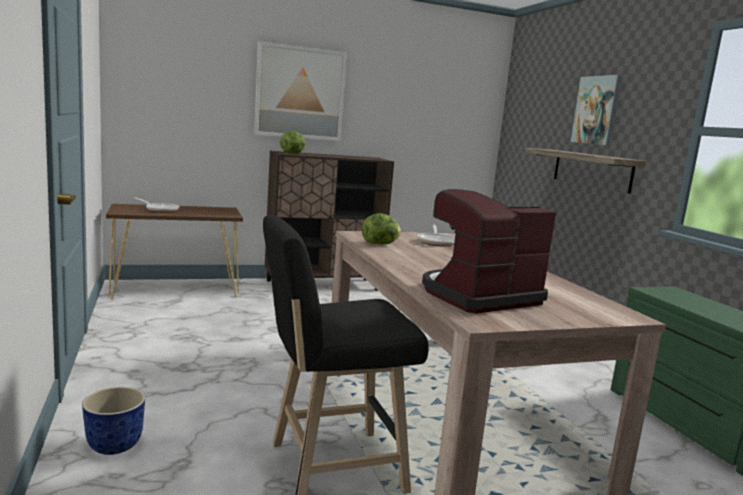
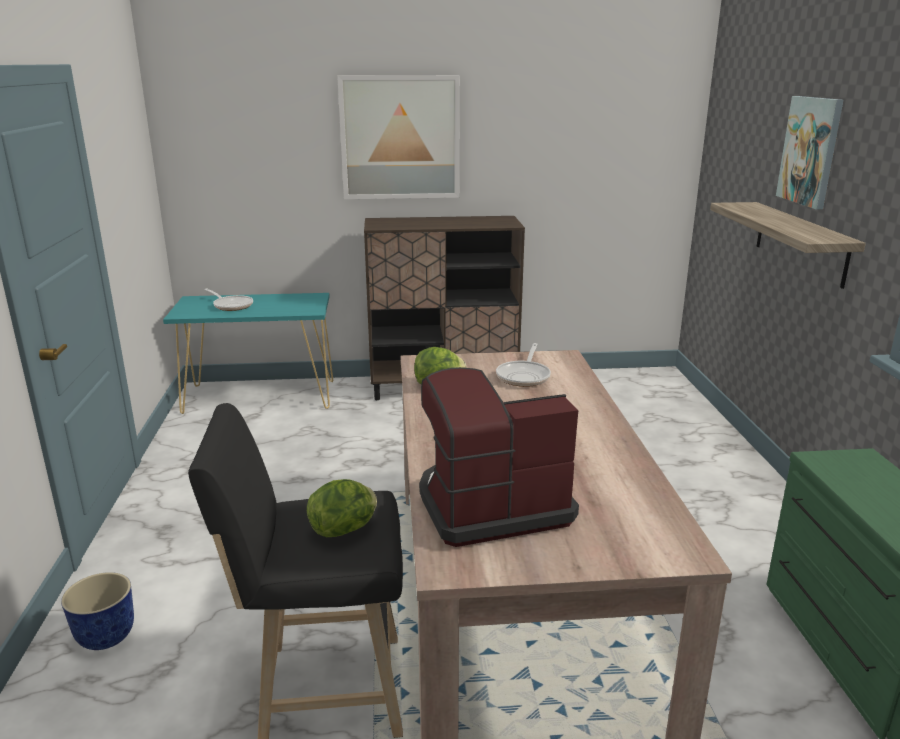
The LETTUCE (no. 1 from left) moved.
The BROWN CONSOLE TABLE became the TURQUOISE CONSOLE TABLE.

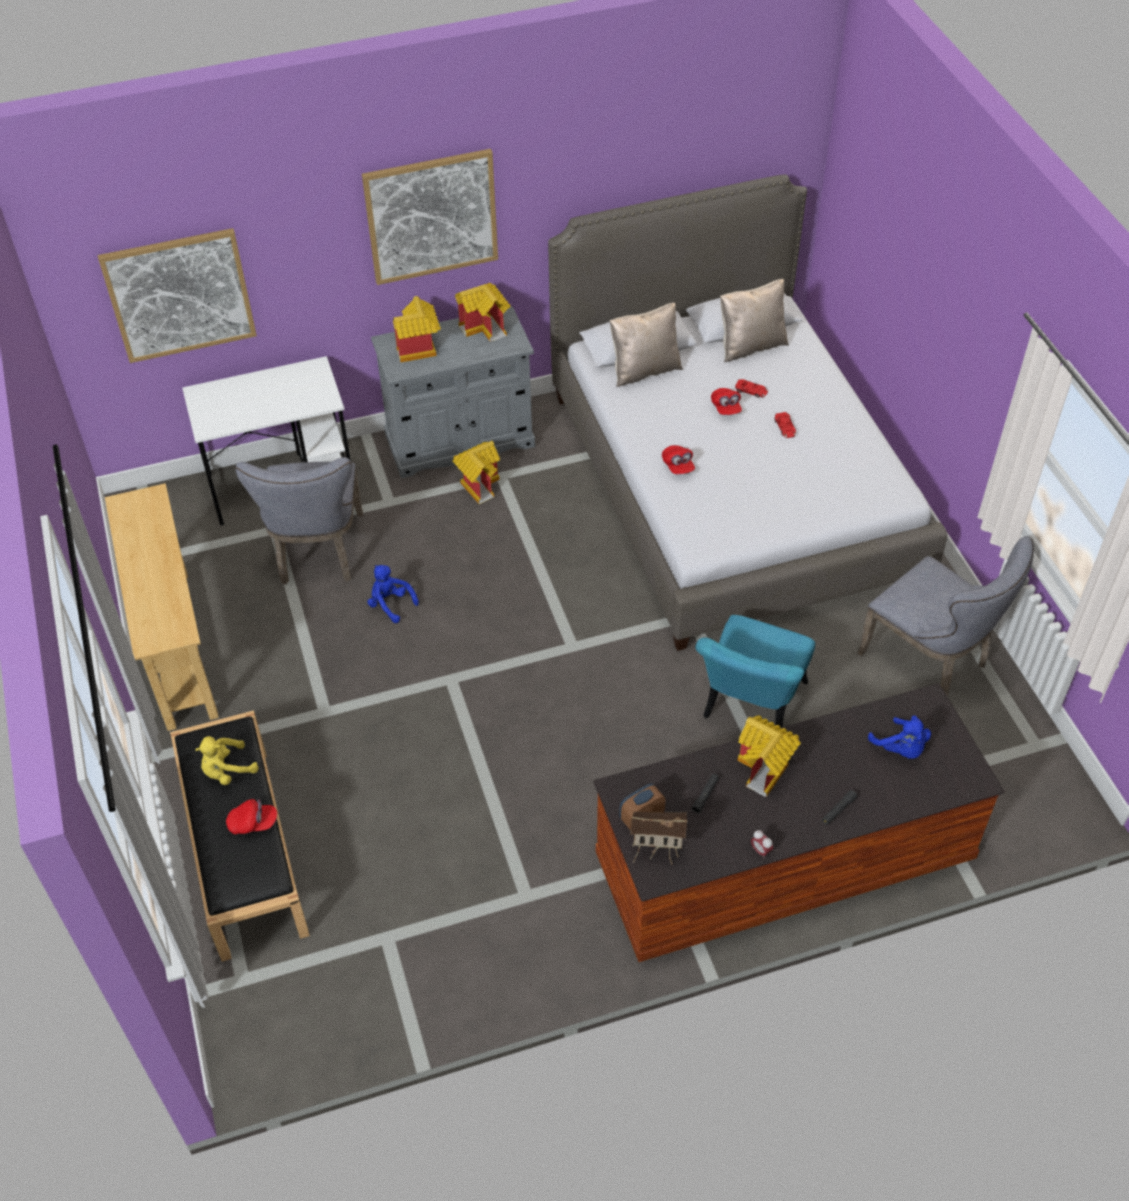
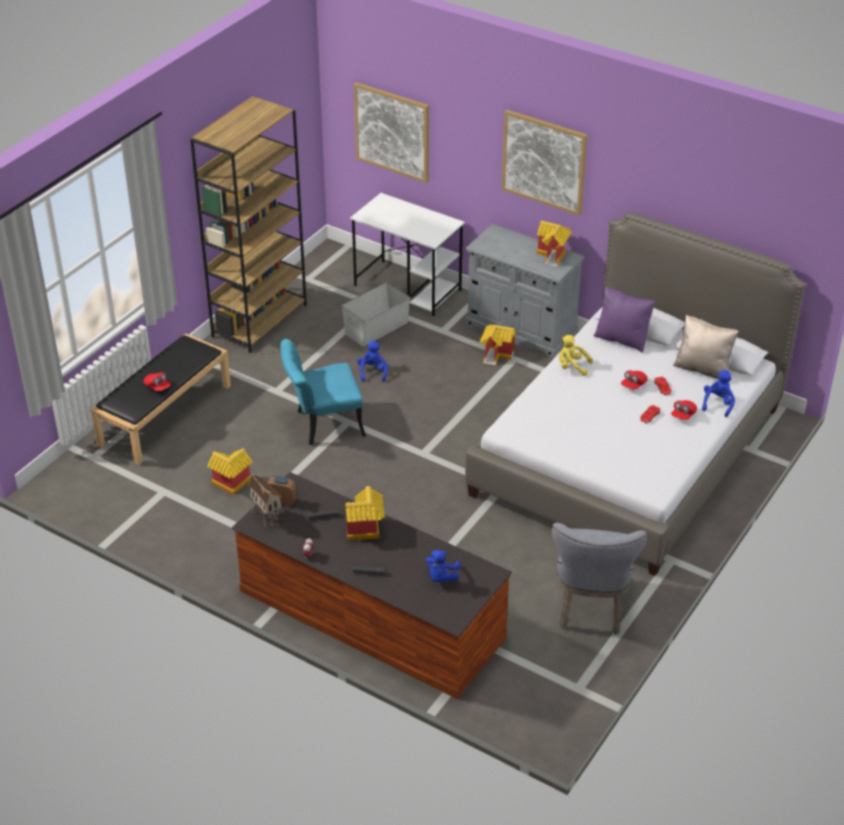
The BLUE PLUSH TOY (no. 3 from left) appeared.
The YELLOW PLUSH TOY moved.
The TOY HOUSE (no. 1 from left) moved.
The RED CAP (no. 2 from left in the first image) moved.
The TURQUOISE CHAIR moved.
The BEIGE CONSOLE TABLE was replaced by the BROWN BOOKCASE.
The GREY CHAIR (no. 1 from left) was replaced by the GREY STORAGE BOX.
The BEIGE PILLOW (no. 1 from left) became the PURPLE PILLOW.

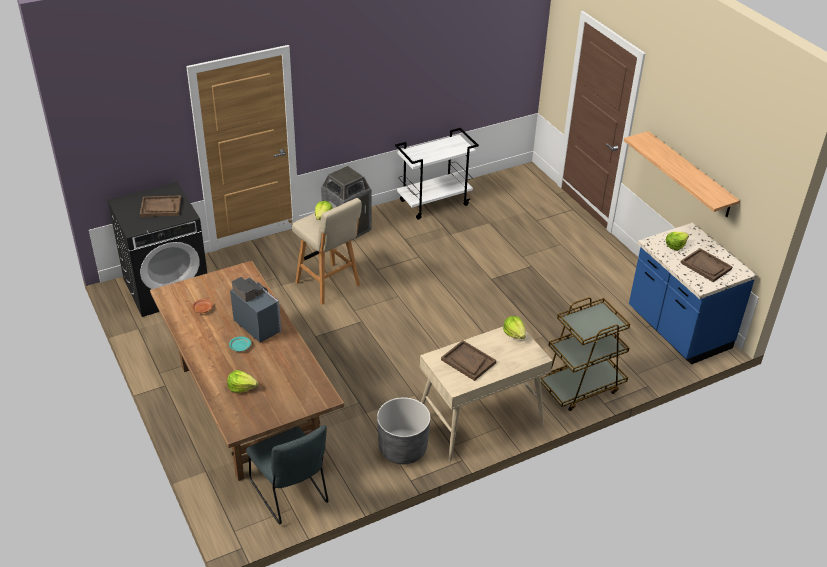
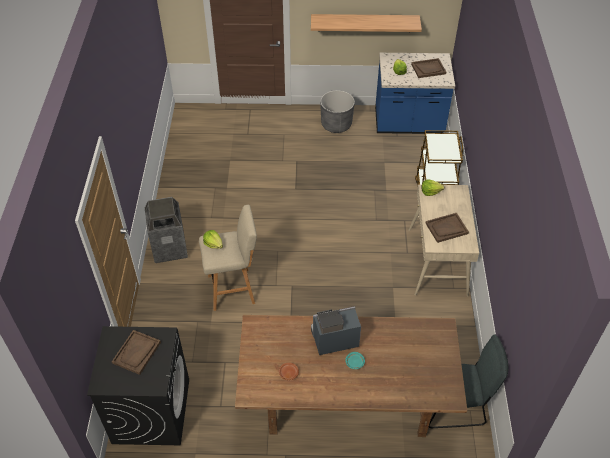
The LETTUCE (no. 1 from left) disappeared.
The WHITE CART disappeared.
The GREY PLANTER moved.

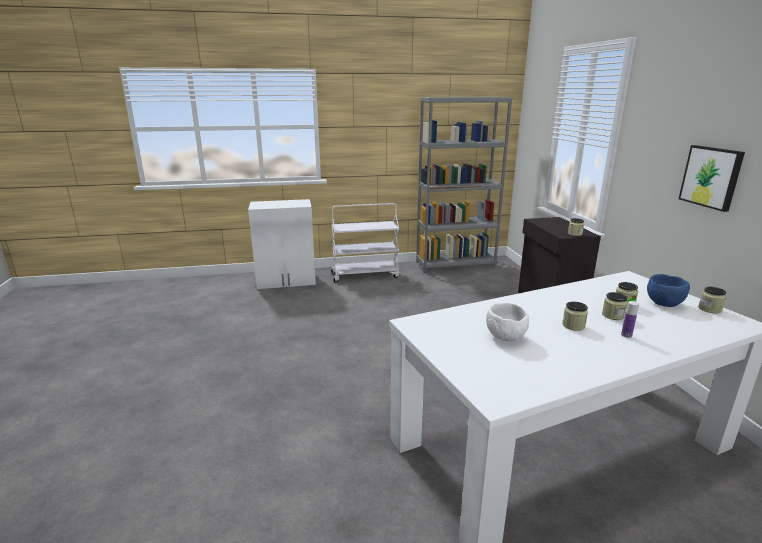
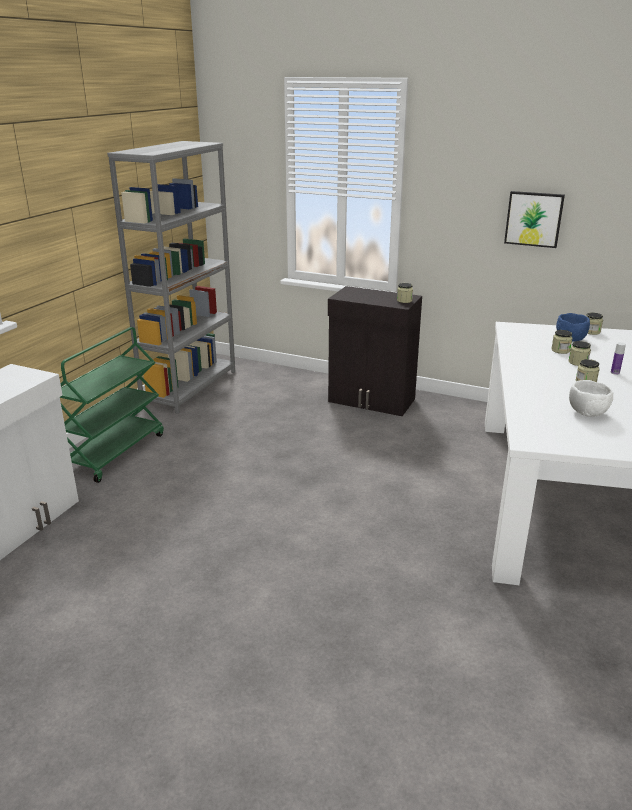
The WHITE CART became the GREEN CART.

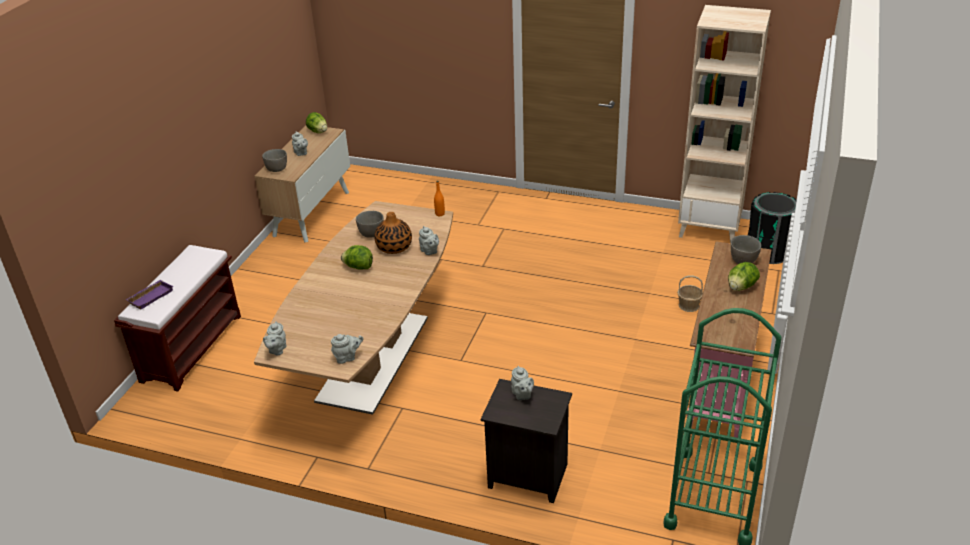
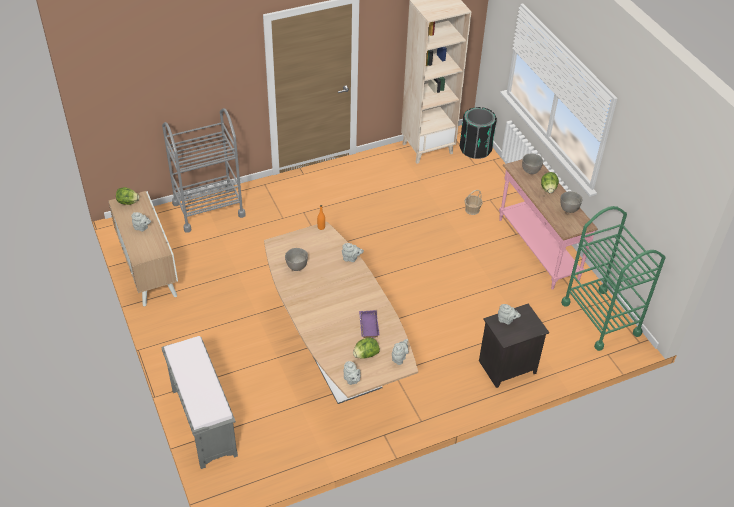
The VASE disappeared.
The GREY CART appeared.
The PURPLE TRAY moved.
The GREY BOWL (no. 1 from left in the first image) moved.
The LETTUCE (no. 2 from left) moved.
The BROWN BENCH became the GREY BENCH.

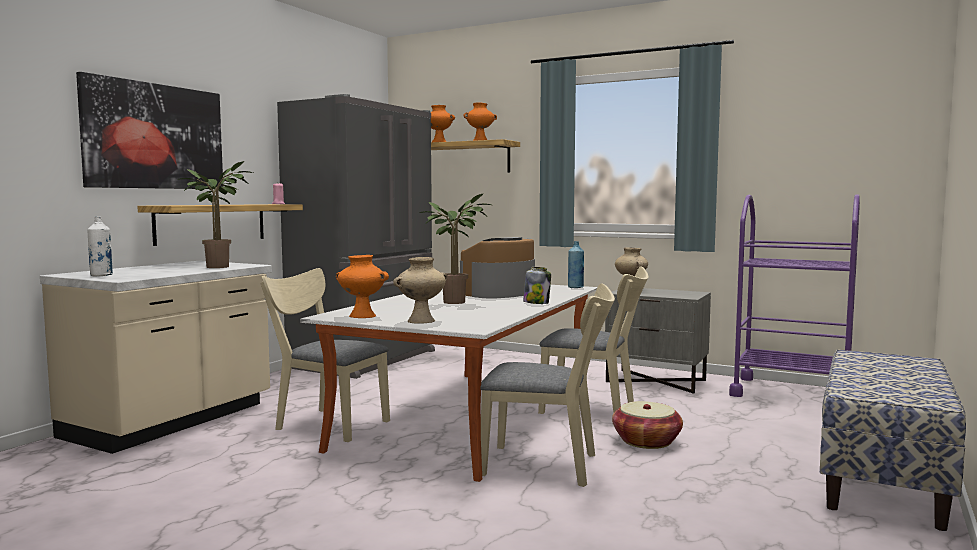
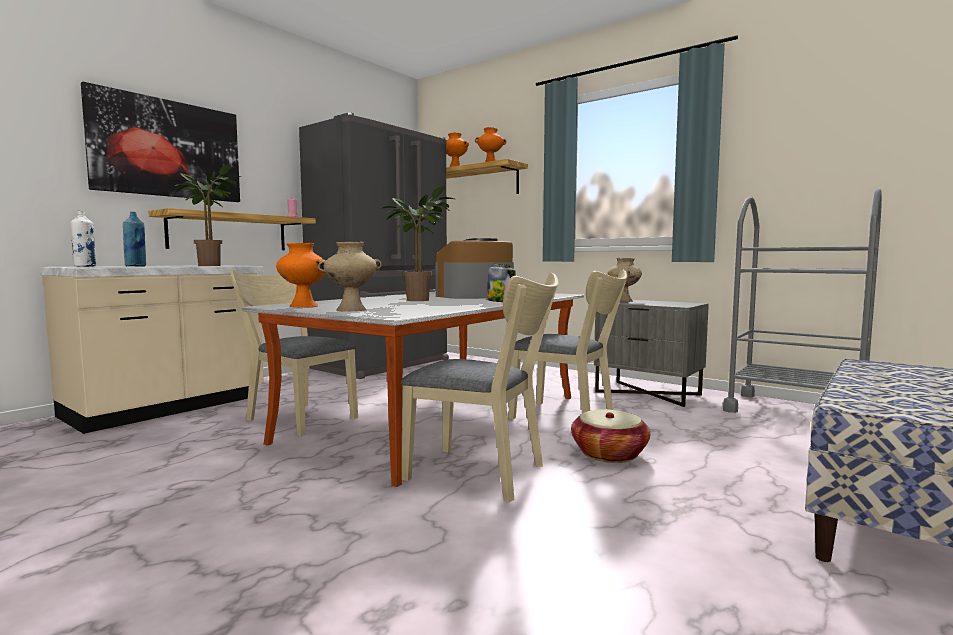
The BLUE BOTTLE moved.
The PURPLE CART became the GREY CART.

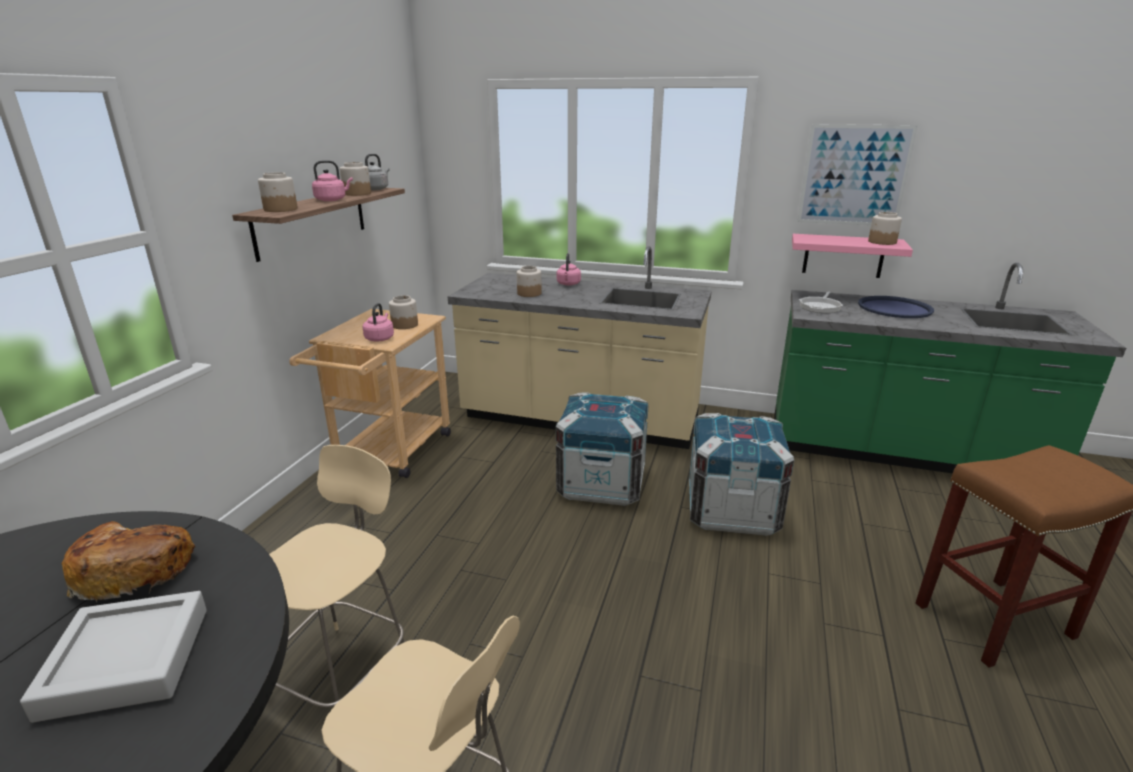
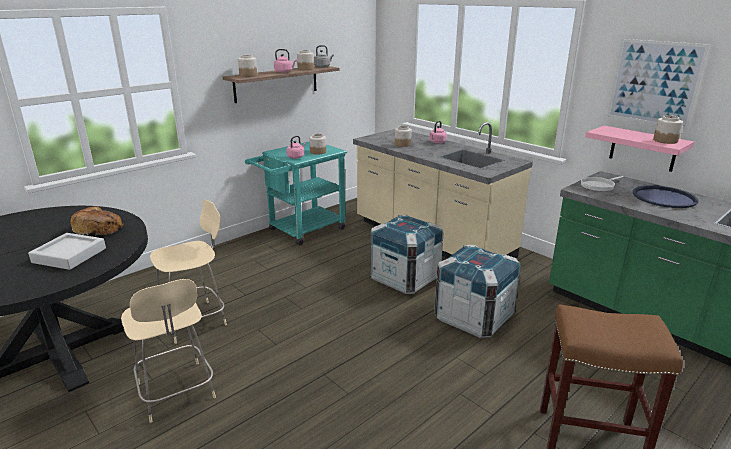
The BEIGE CART became the TURQUOISE CART.

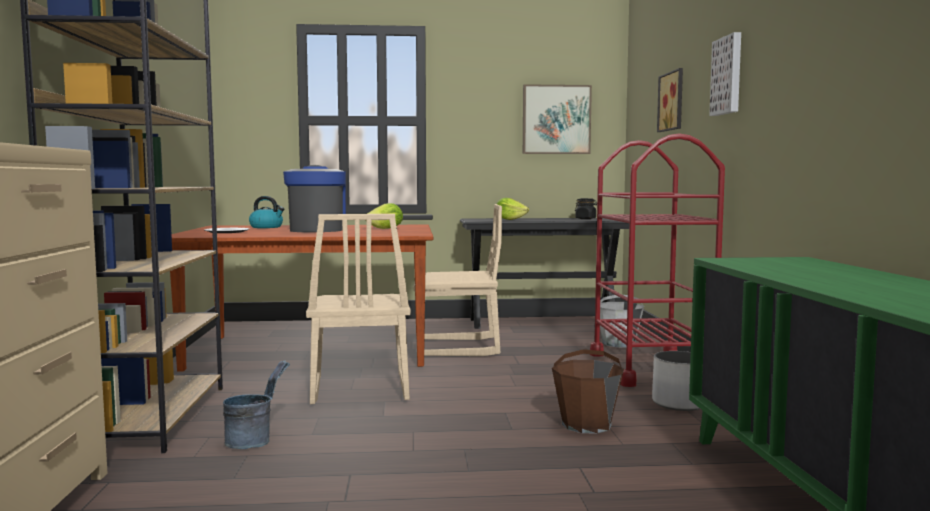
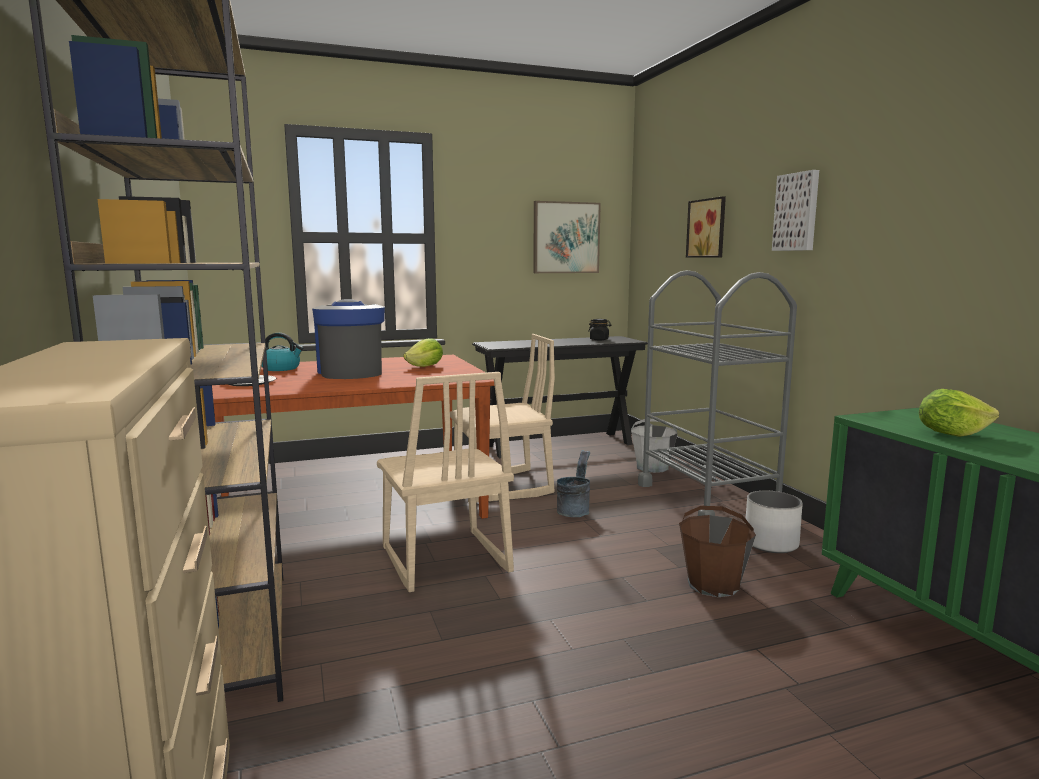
The GREY BUCKET (no. 1 from left) moved.
The LETTUCE (no. 2 from left) moved.
The RED CART became the GREY CART.

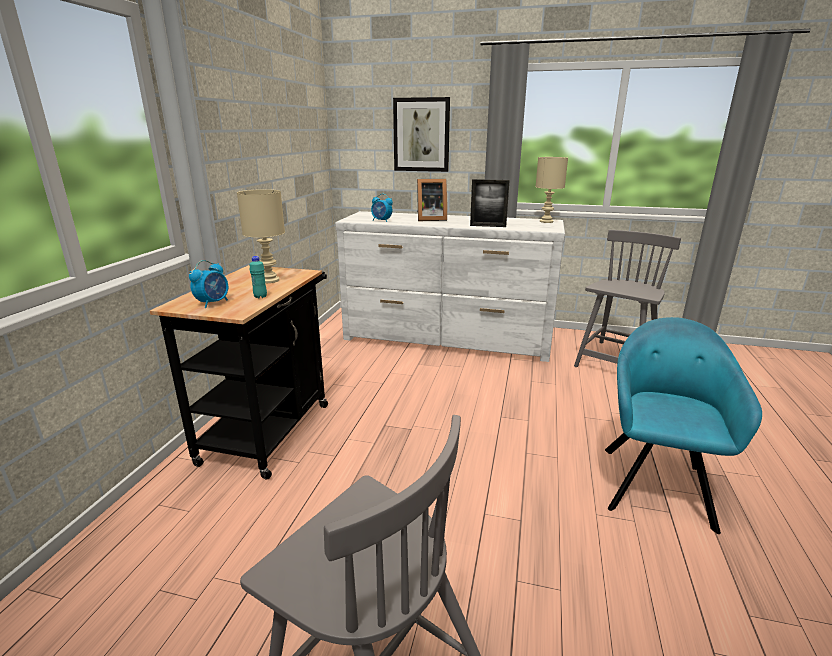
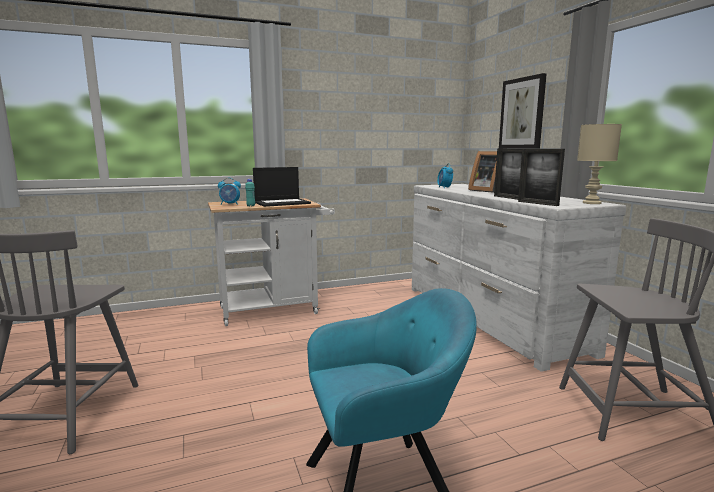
The PICTURE FRAME (no. 3 from left) appeared.
The BEIGE TABLE LAMP (no. 1 from left) was replaced by the LAPTOP.
The BLACK CART became the WHITE CART.

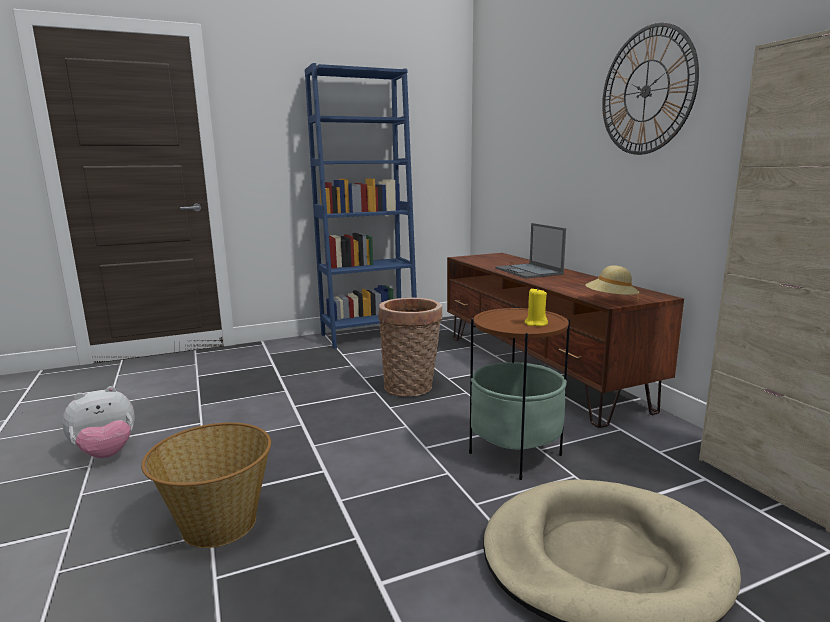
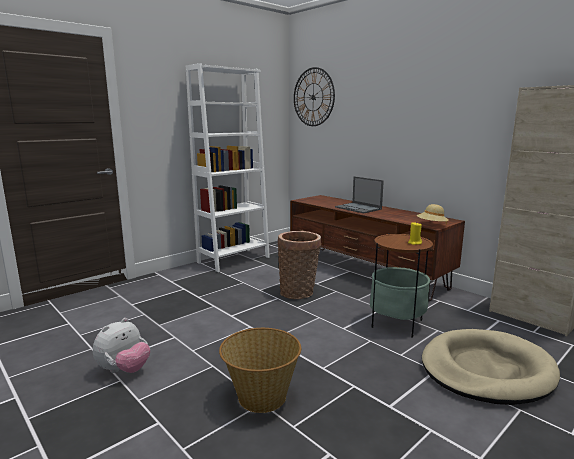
The WALL CLOCK moved.
The BLUE BOOKCASE became the WHITE BOOKCASE.

